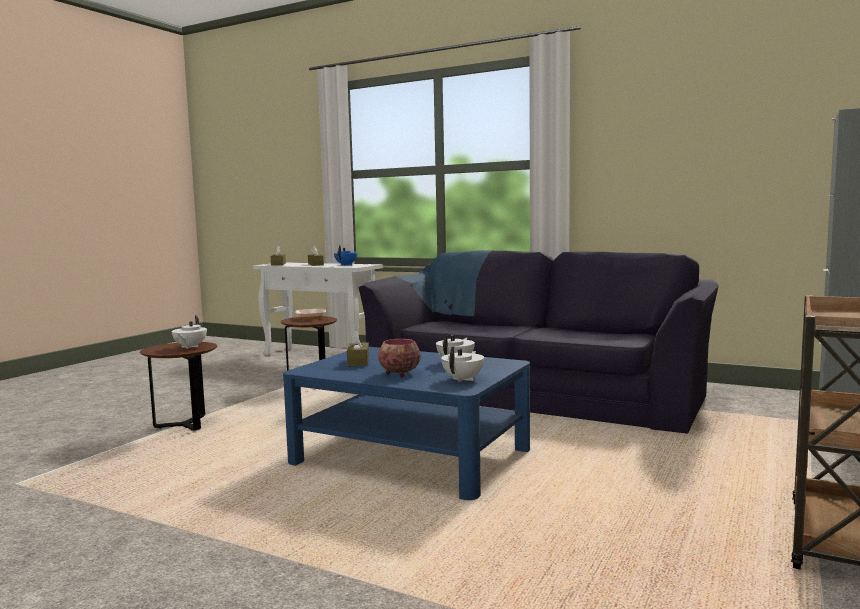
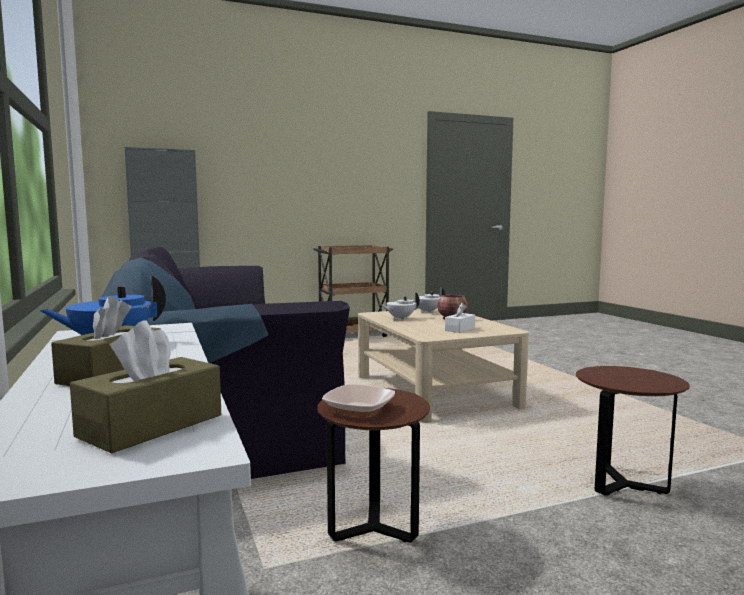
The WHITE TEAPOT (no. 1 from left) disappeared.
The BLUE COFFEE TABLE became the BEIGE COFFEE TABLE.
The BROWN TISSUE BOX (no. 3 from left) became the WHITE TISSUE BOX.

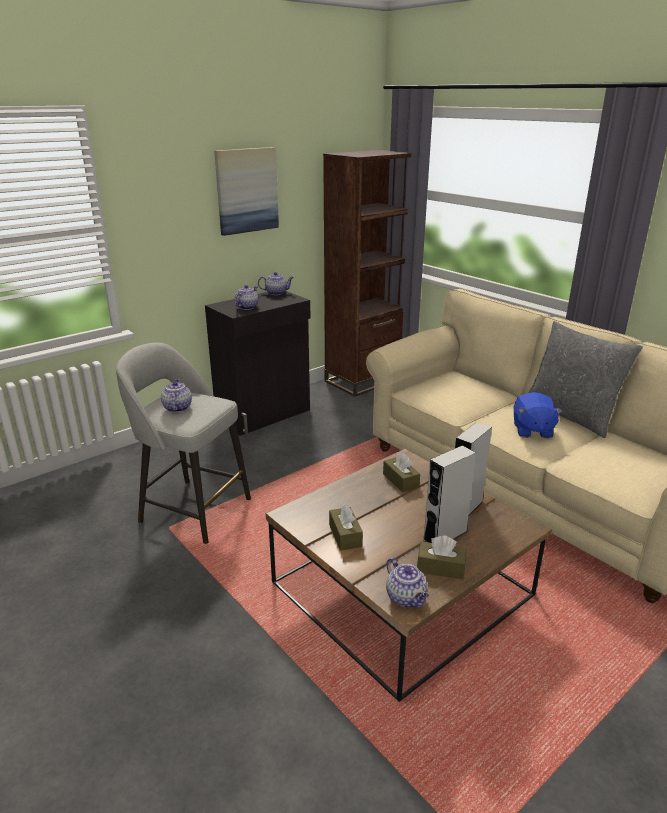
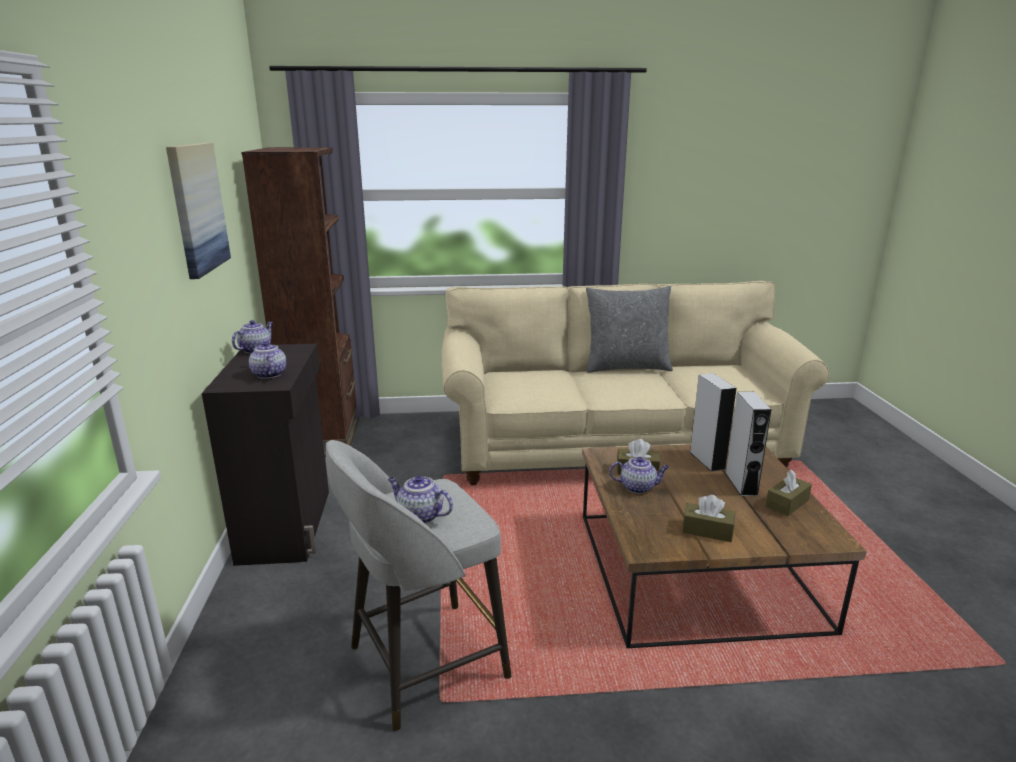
The BLUE PLUSH TOY disappeared.
The TEAPOT (no. 4 from left) moved.

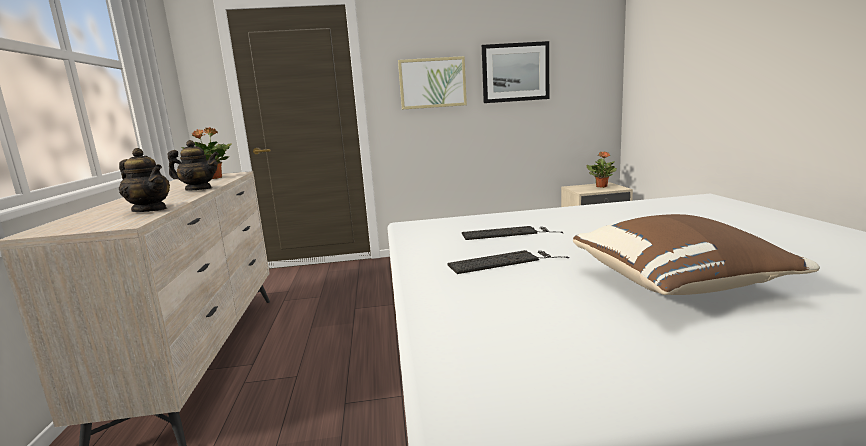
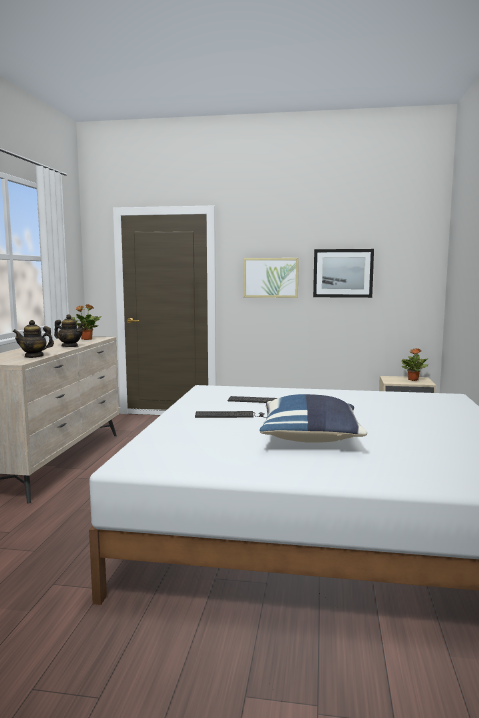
The BROWN PILLOW became the BLUE PILLOW.
The TEAPOT (no. 1 from left) turned 135 degrees clockwise.

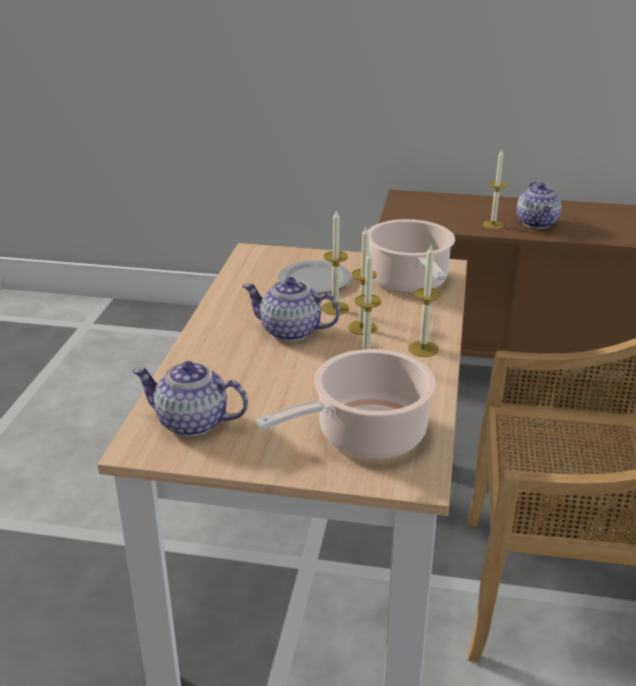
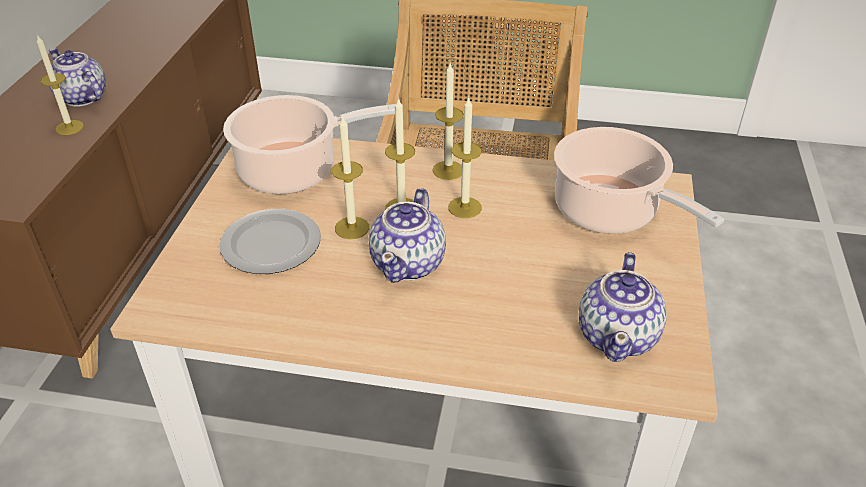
The TEAPOT (no. 3 from left in the first image) turned 135 degrees counterclockwise.

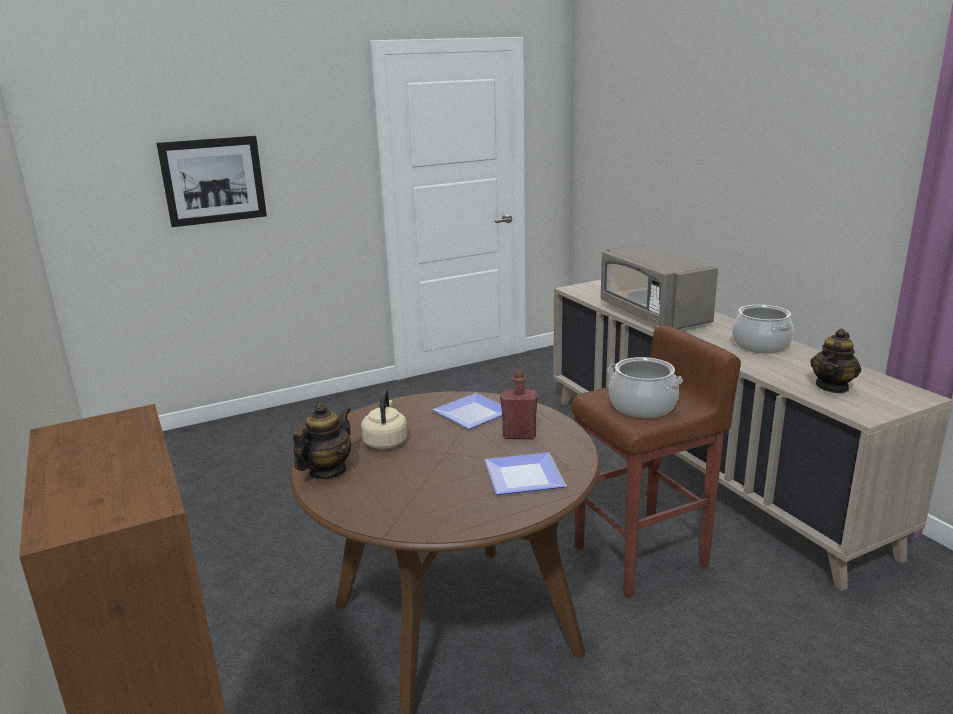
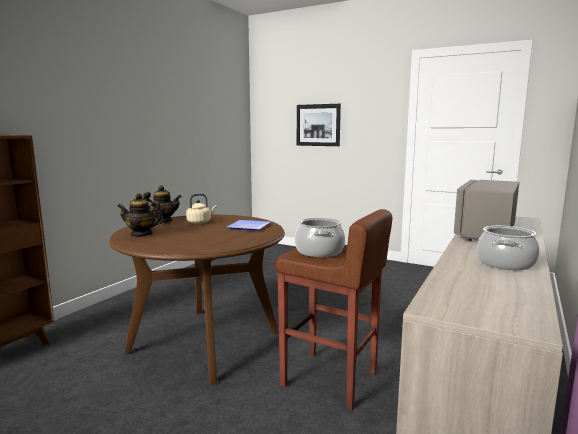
The PLATE (no. 2 from left) disappeared.
The RED BOTTLE disappeared.
The TEAPOT (no. 2 from left in the first image) moved.

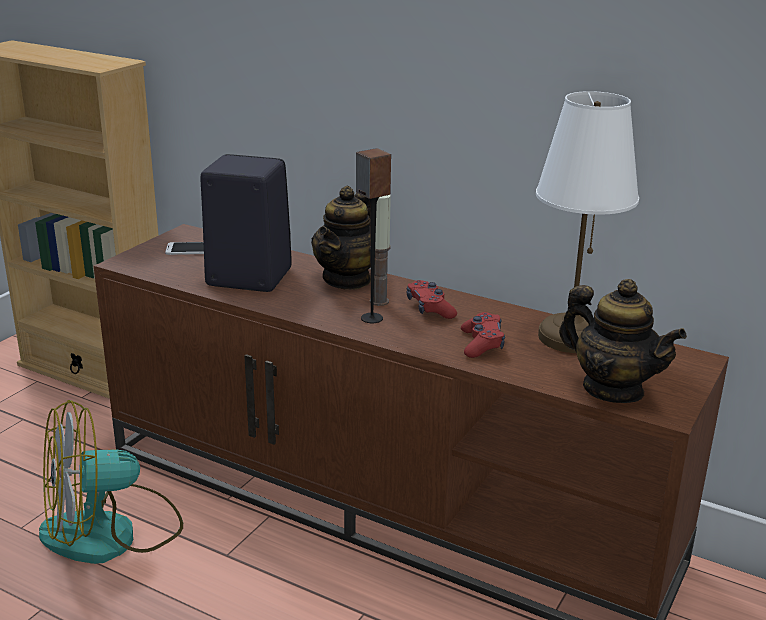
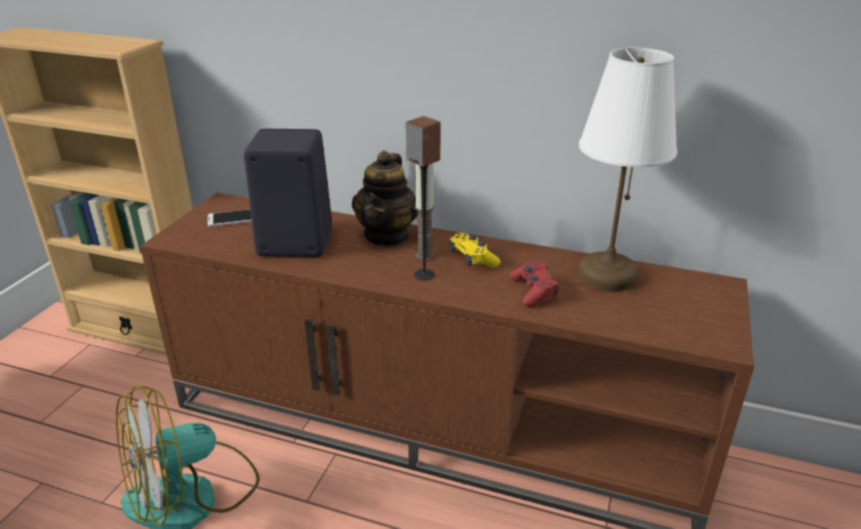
The TEAPOT (no. 2 from left) disappeared.
The RED GAME CONTROLLER (no. 1 from left) became the YELLOW GAME CONTROLLER.

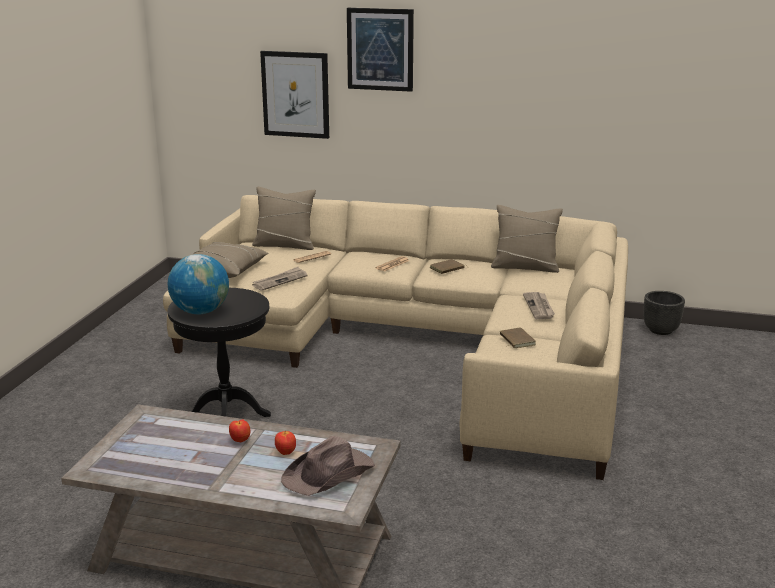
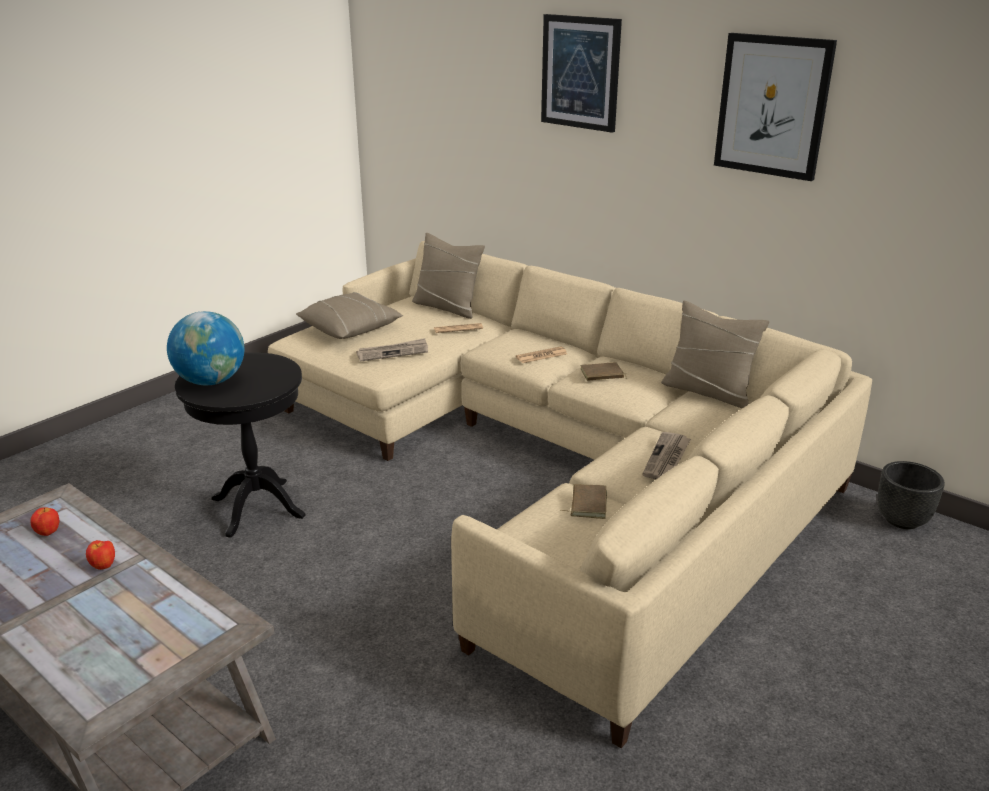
The BROWN HAT disappeared.
The PICTURE (no. 1 from left in the first image) moved.
The APPLE (no. 2 from left in the first image) moved.

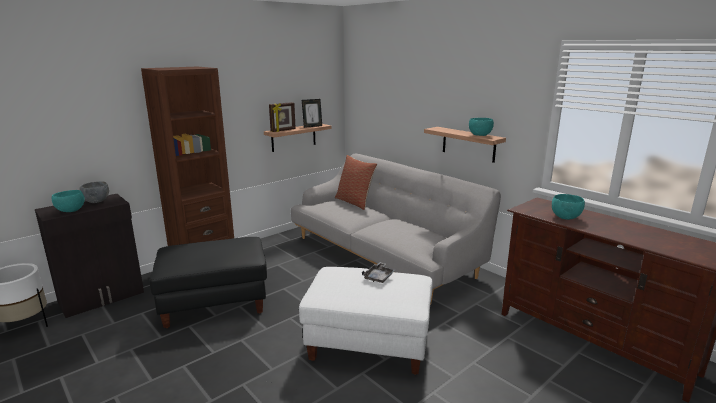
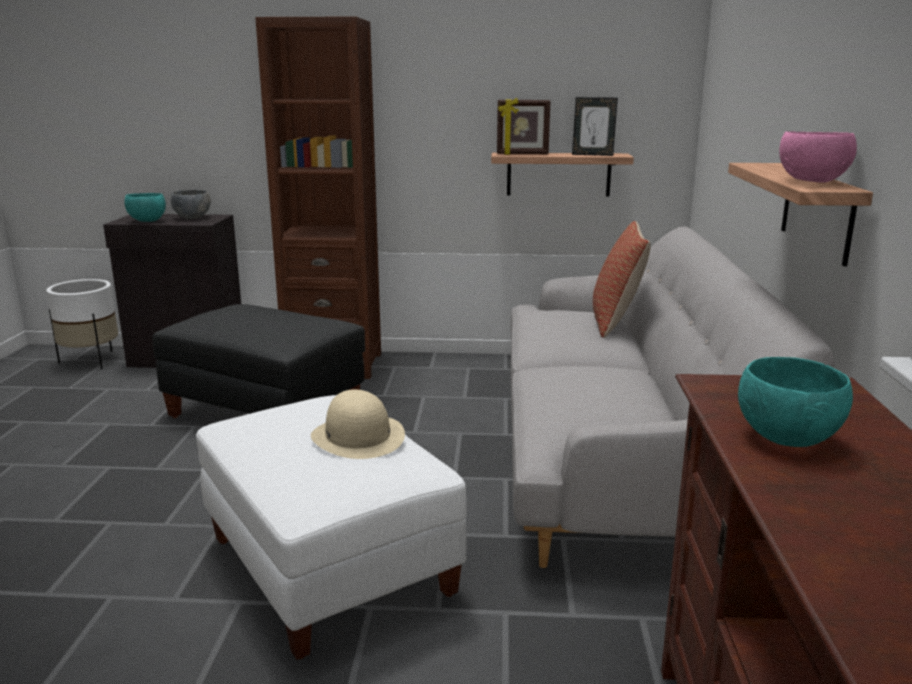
The GREY TRAY was replaced by the BEIGE HAT.
The TURQUOISE BOWL (no. 2 from left) became the PINK BOWL.

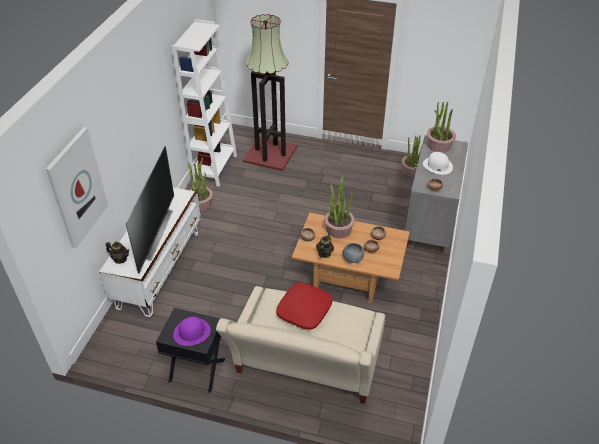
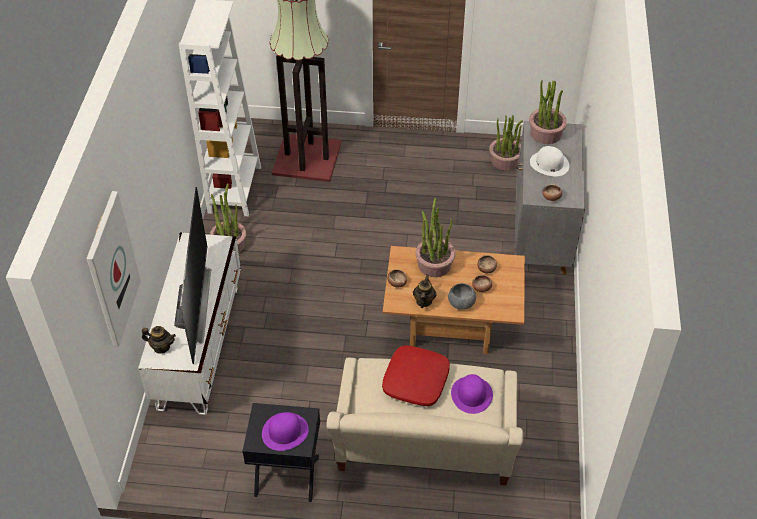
The PURPLE HAT (no. 2 from left) appeared.

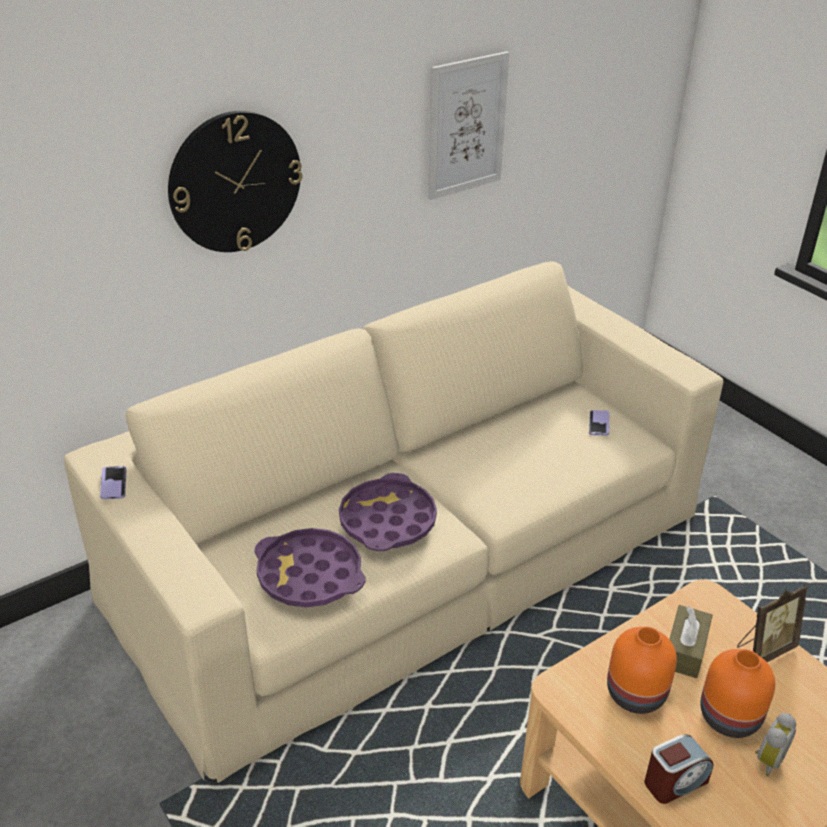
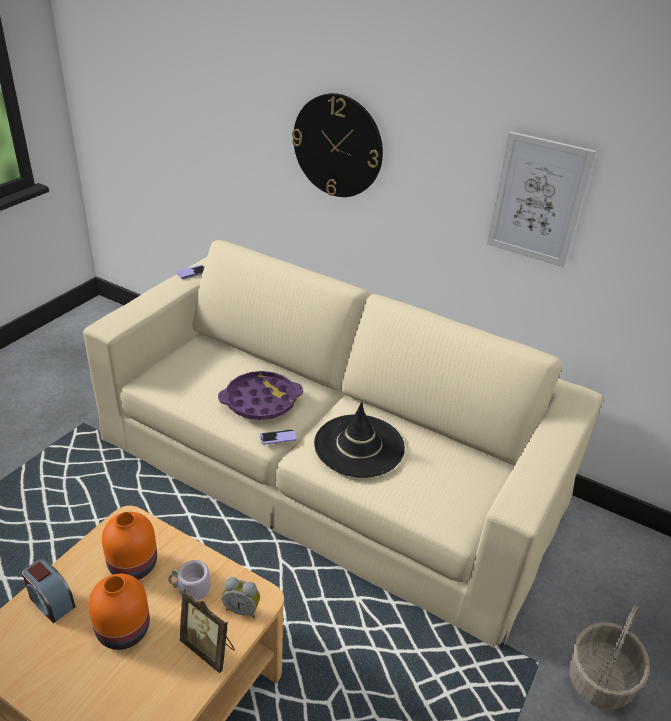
The PURPLE TRAY (no. 1 from left) disappeared.
The BLACK HAT appeared.
The BASKET appeared.
The PHONE (no. 2 from left) moved.
The ALARM CLOCK (no. 2 from left) moved.
The BROWN TISSUE BOX was replaced by the GREY MUG.

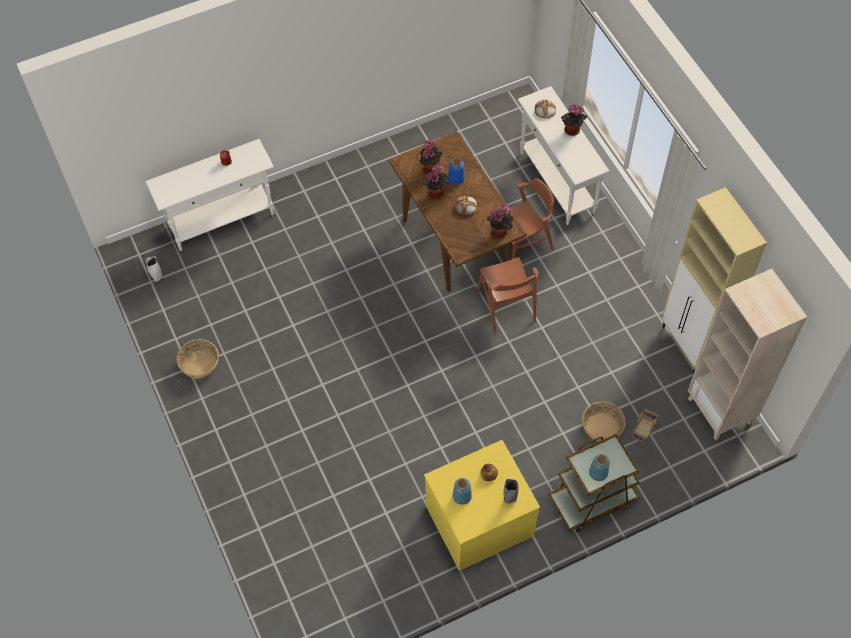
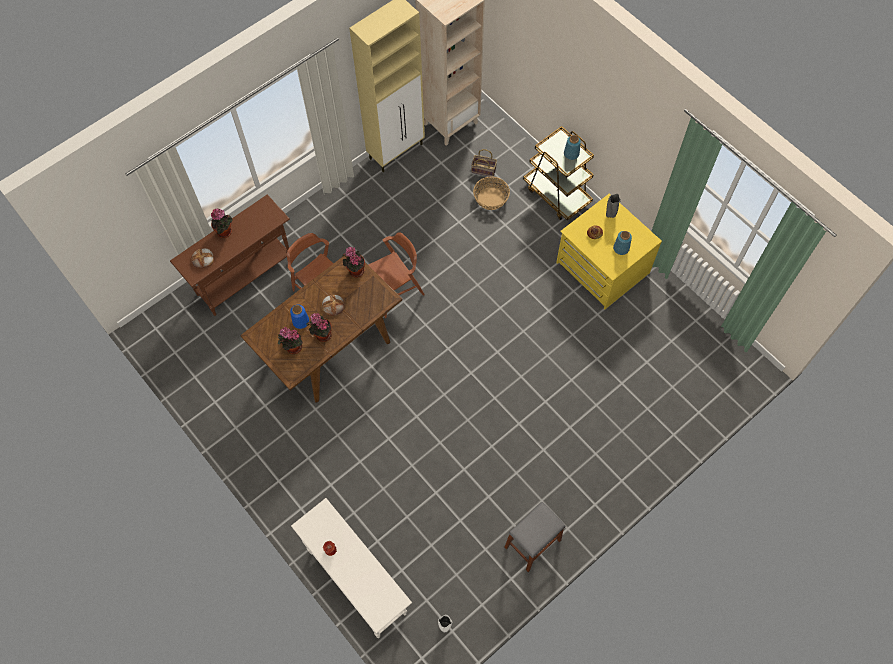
The BASKET (no. 1 from left) was replaced by the GREY STOOL.
The WHITE CONSOLE TABLE (no. 2 from left) became the BROWN CONSOLE TABLE.

